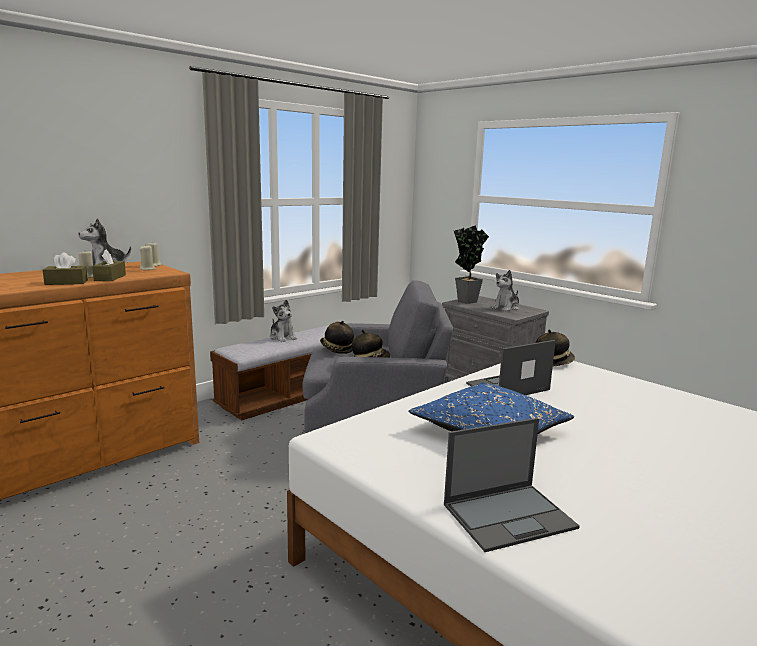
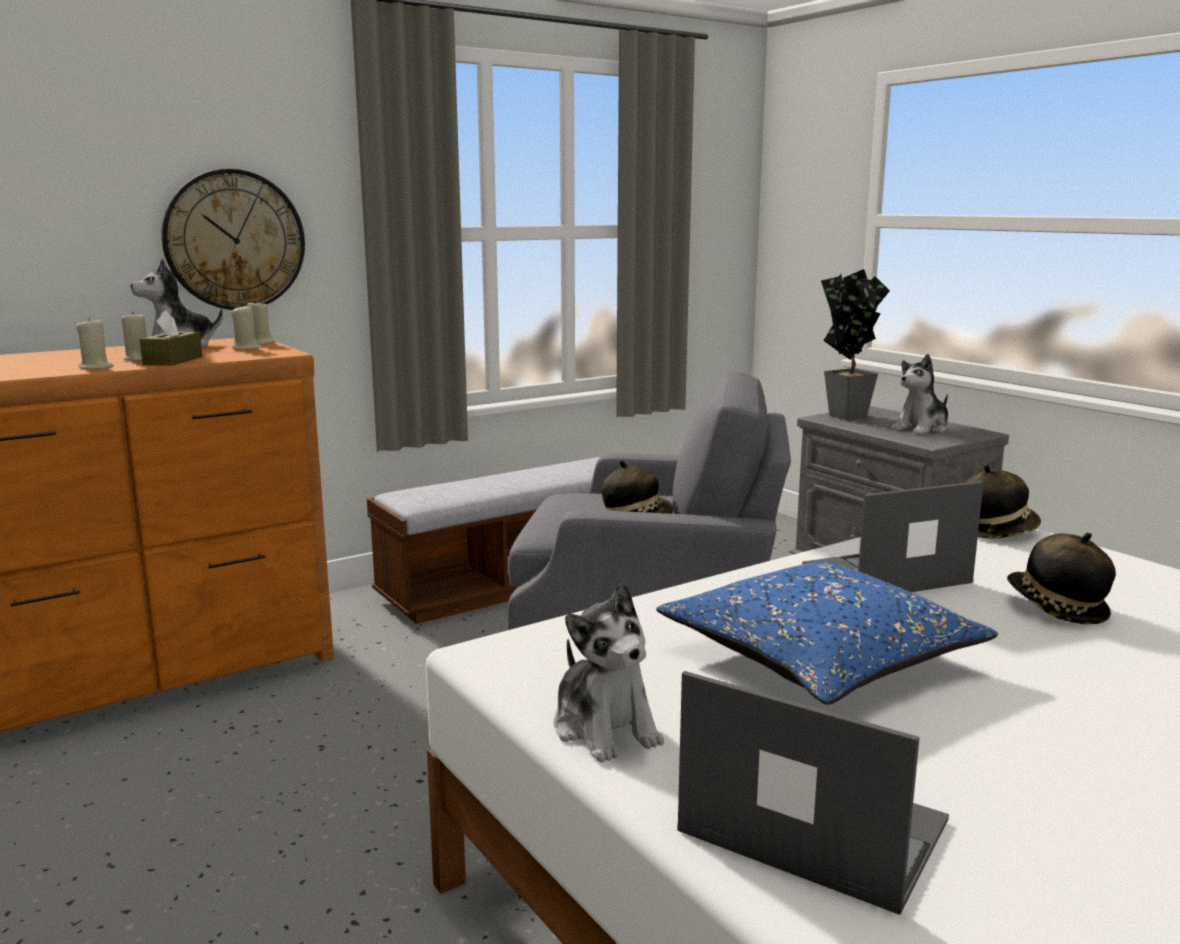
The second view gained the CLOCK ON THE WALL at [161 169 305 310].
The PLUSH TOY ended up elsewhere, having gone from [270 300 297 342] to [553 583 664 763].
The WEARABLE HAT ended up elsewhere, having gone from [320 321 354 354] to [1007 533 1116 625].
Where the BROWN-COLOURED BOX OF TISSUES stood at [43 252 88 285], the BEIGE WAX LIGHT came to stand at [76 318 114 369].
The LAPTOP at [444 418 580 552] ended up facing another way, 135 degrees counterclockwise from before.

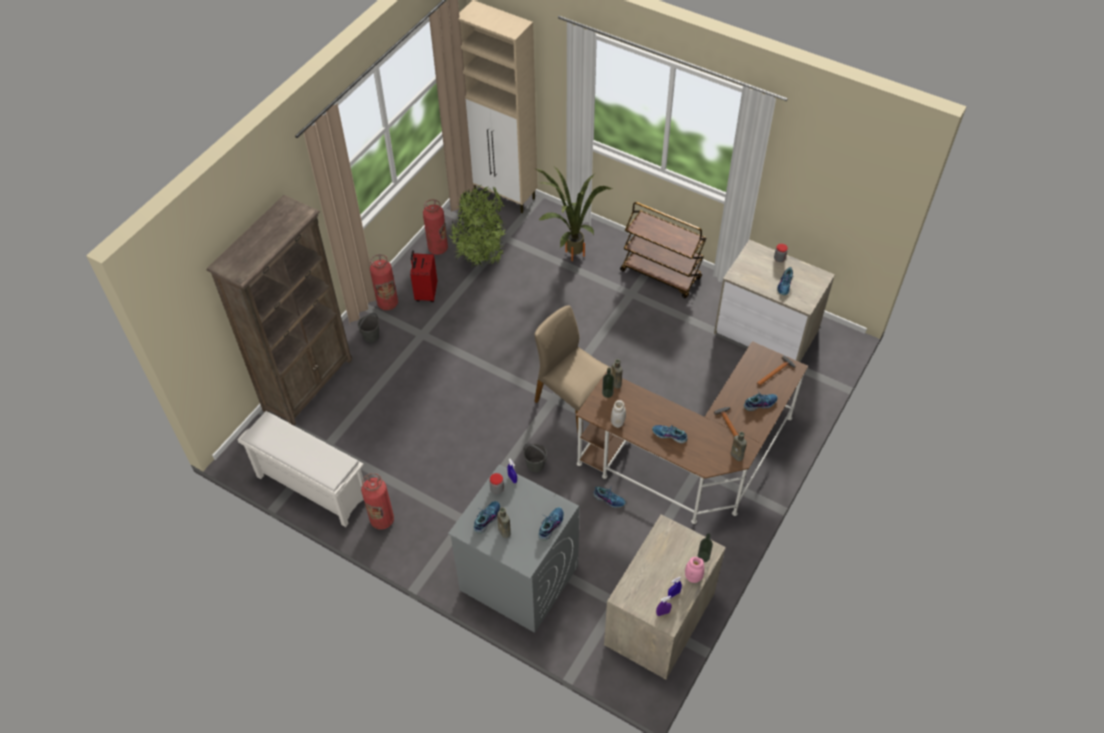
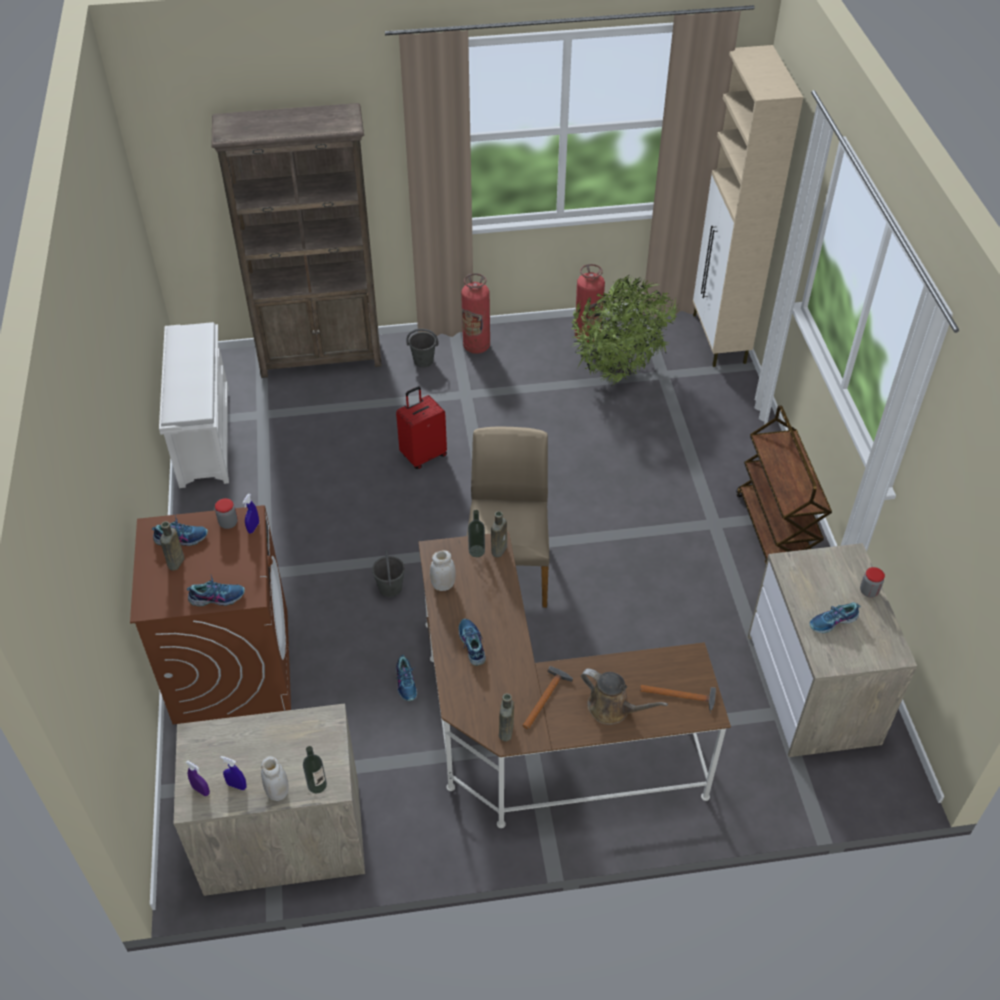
The second view lost the FIRE EXTINGUISHER at [361 473 394 530].
The second view lost the POTTED PLANT at [536 167 612 261].
The RED PIECE OF LUGGAGE ended up elsewhere, having gone from [410 250 437 302] to [396 386 447 469].
Where the SHOE stood at [744 389 778 411], the BROWN-COLOURED WATERING CAN came to stand at [581 669 668 725].
What was the GREYISH LAUNDRY MACHINE at [448 465 580 633] turned into the BROWN-COLOURED LAUNDRY MACHINE at [130 505 291 724].
What was the PINKISH STORAGE JAR at [685 557 704 583] turned into the WHITISH STORAGE JAR at [261 756 289 801].

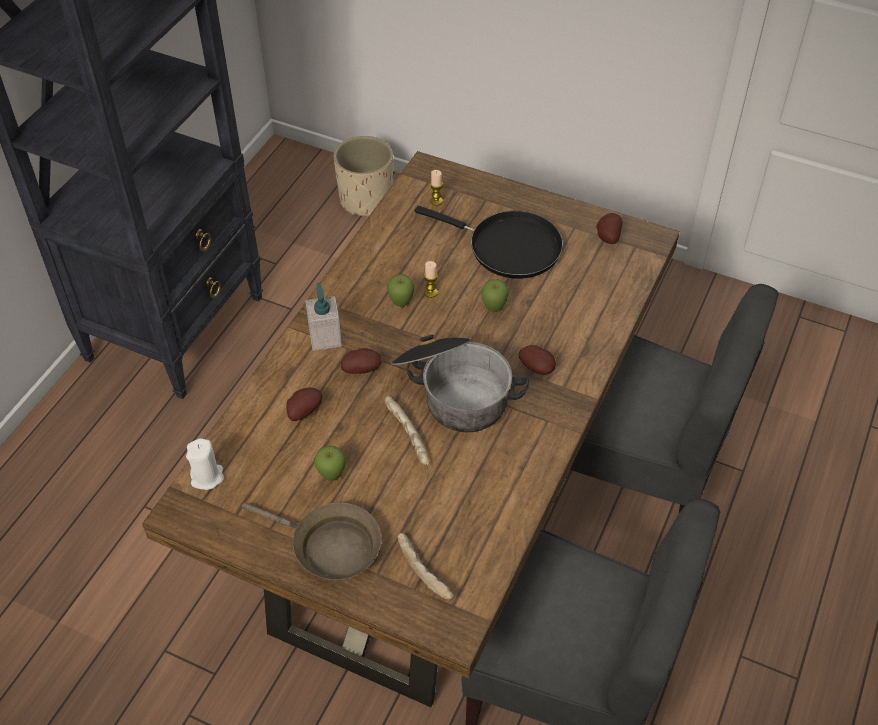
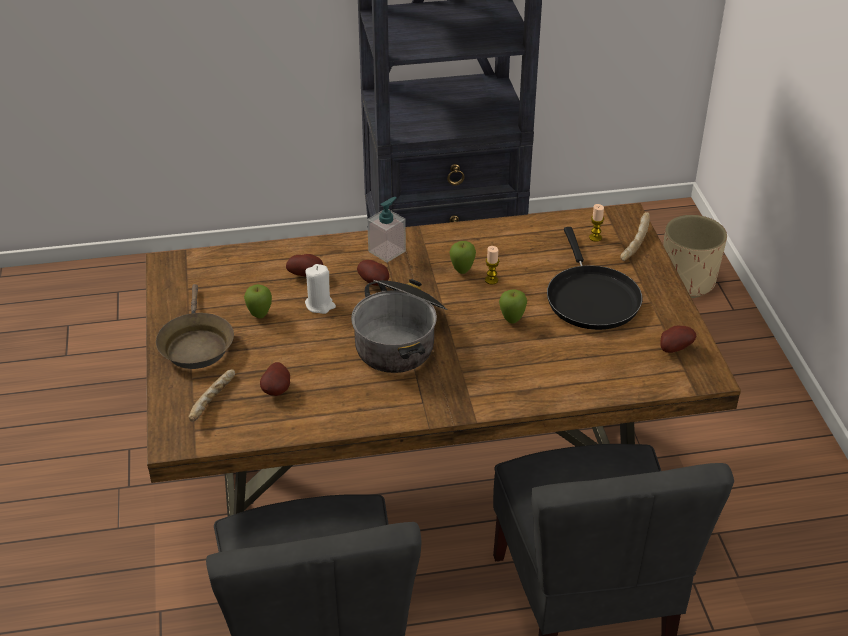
The WHITISH WAX LIGHT ended up elsewhere, having gone from [186 438 224 490] to [305 264 336 314].
The BAKERY BREAD ended up elsewhere, having gone from [384 396 429 465] to [620 212 650 261].
The WHOLE POTATO ended up elsewhere, having gone from [519 345 556 375] to [260 362 290 396].

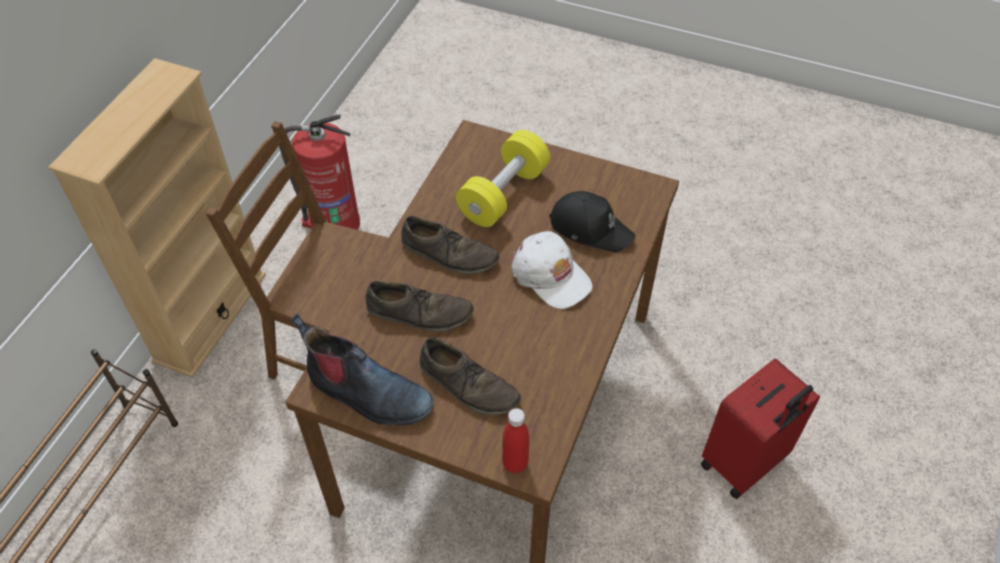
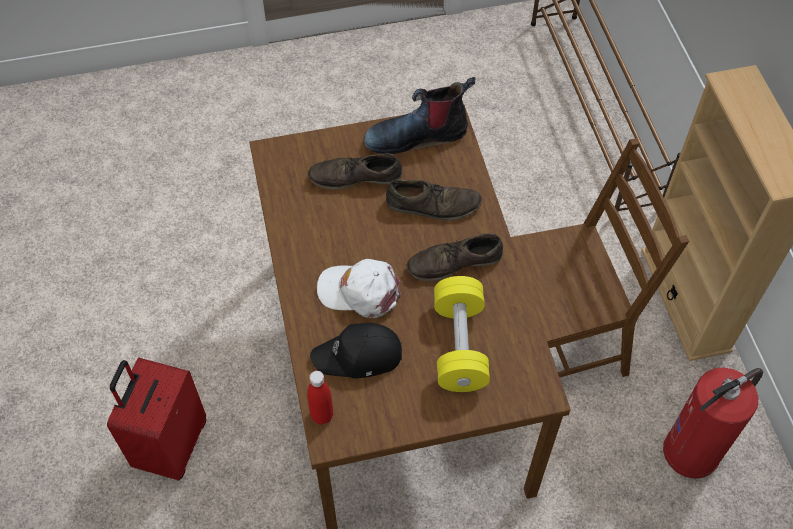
The RED BOTTLE ended up elsewhere, having gone from [502 408 529 474] to [307 371 333 425].
The BROWN-COLOURED SHOE at [366 281 474 332] ended up facing another way, 150 degrees counterclockwise from before.

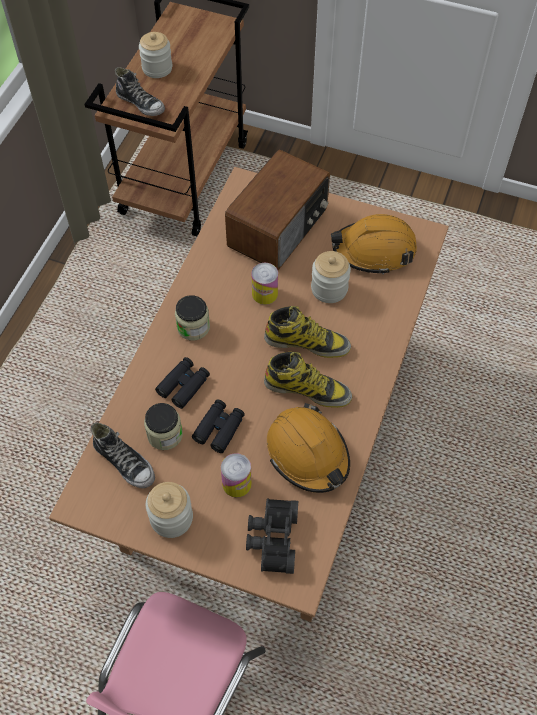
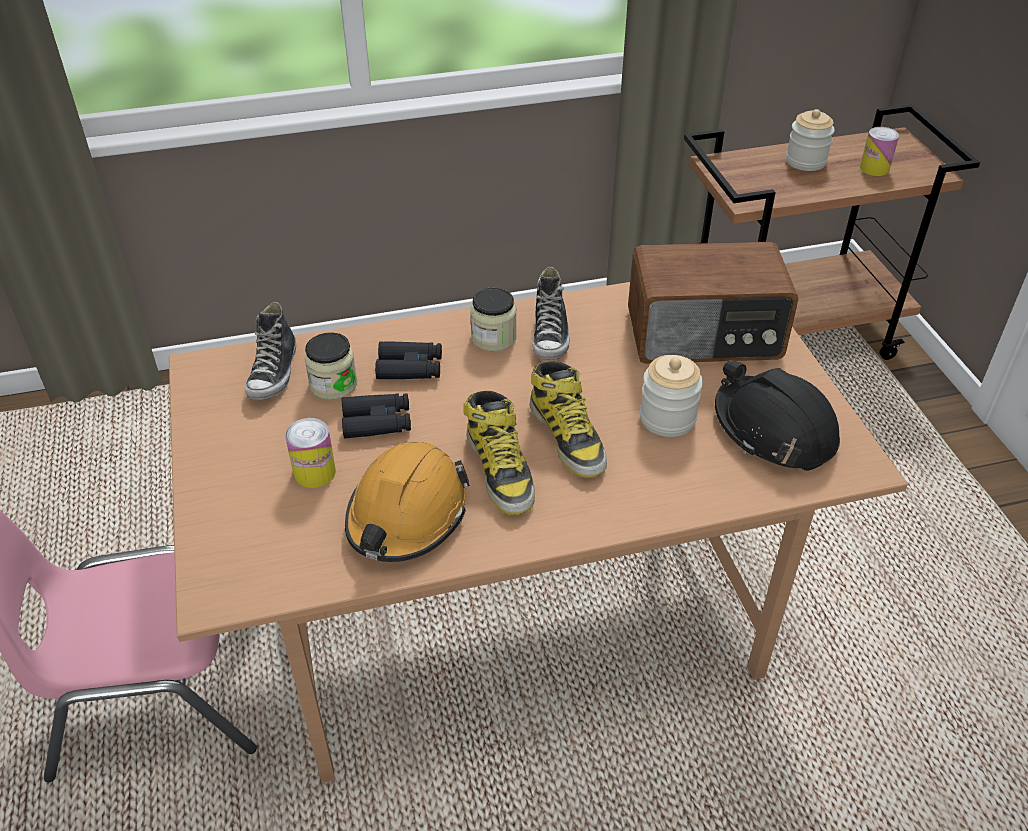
The second view lost the STORAGE JAR at [146 482 193 538].
The second view lost the BLACK PAIR OF BINOCULARS at [246 499 298 574].
The SHOE ended up elsewhere, having gone from [115 67 165 116] to [532 266 570 360].
The CAN ended up elsewhere, having gone from [252 263 278 305] to [860 127 899 176].
What was the ORANGE-COLOURED HARD HAT at [331 214 417 275] turned into the BLACK HARD HAT at [715 360 840 471].

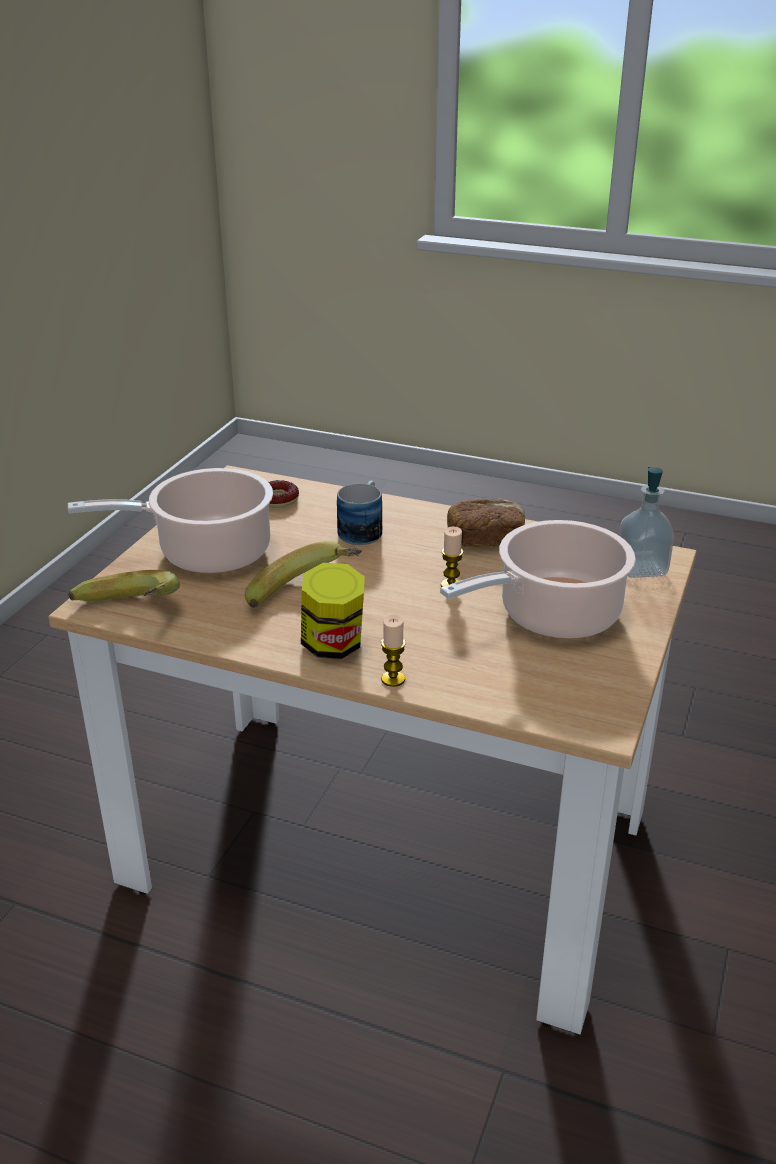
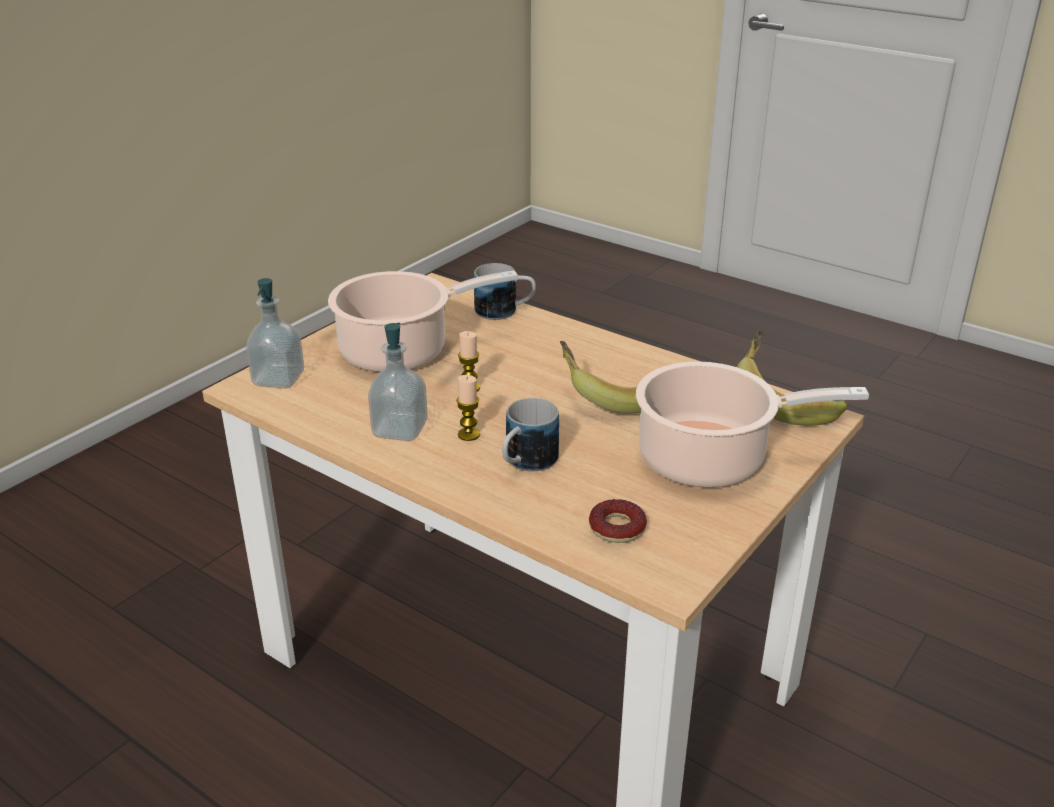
The second view lost the STORAGE JAR at [301 563 365 659].
The second view gained the MUG at [474 263 536 320].
The WAX LIGHT ended up elsewhere, having gone from [381 615 406 687] to [456 375 480 441].
Where the BAKERY BREAD stood at [447 498 525 547], the LIQUID SOAP BOTTLE came to stand at [368 323 428 441].

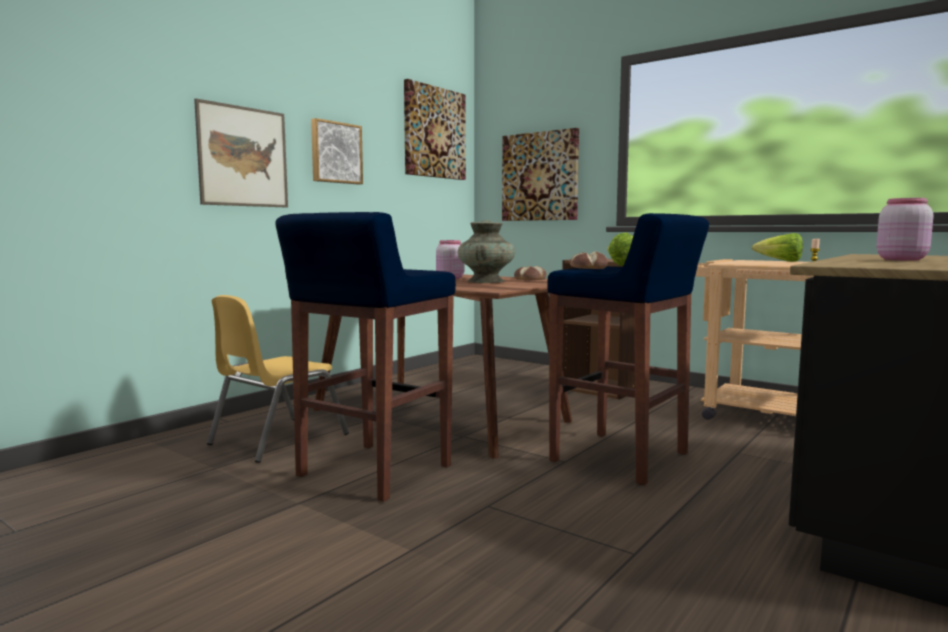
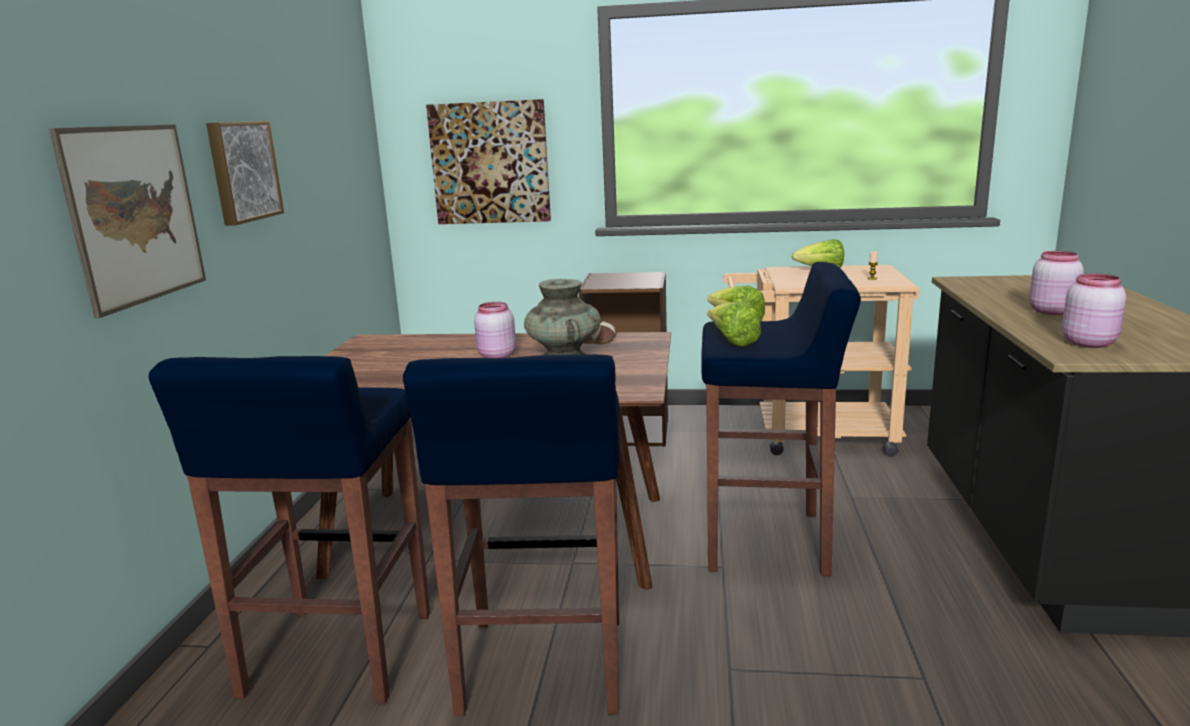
The second view lost the WALL PICTURE at [404 79 466 180].
The second view gained the PINKISH STORAGE JAR at [1062 273 1126 348].
Where the YELLOW PLAIN CHAIR stood at [207 295 349 463], the BLUE STOOL came to stand at [149 356 430 704].
Where the BAKERY BREAD stood at [569 251 608 269], the LETTUCE came to stand at [707 302 761 346].

